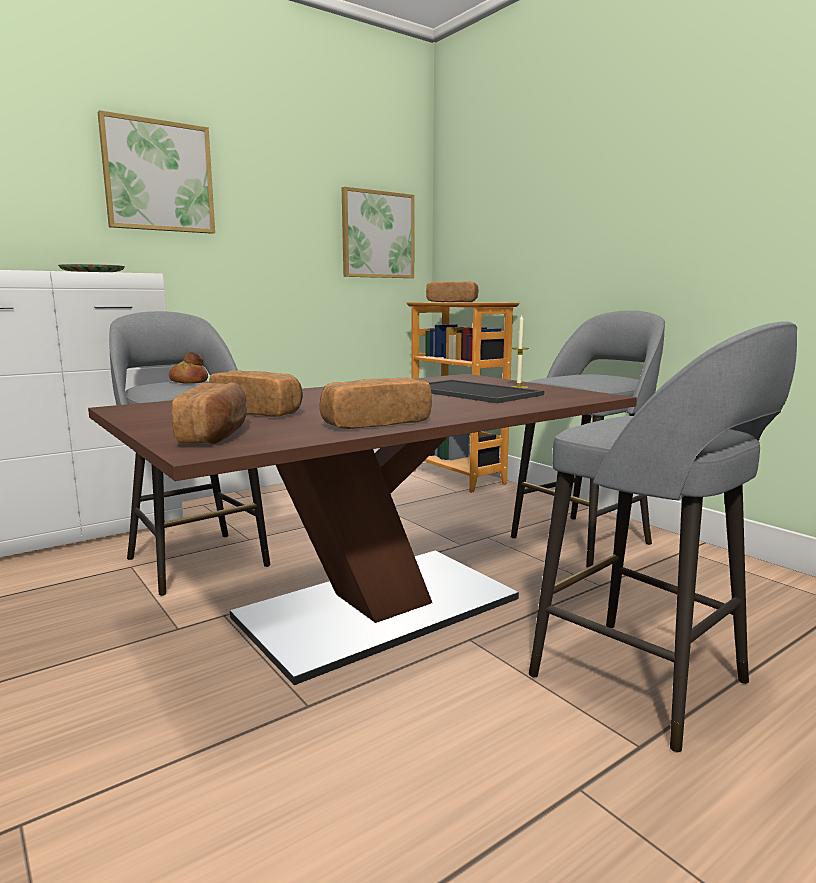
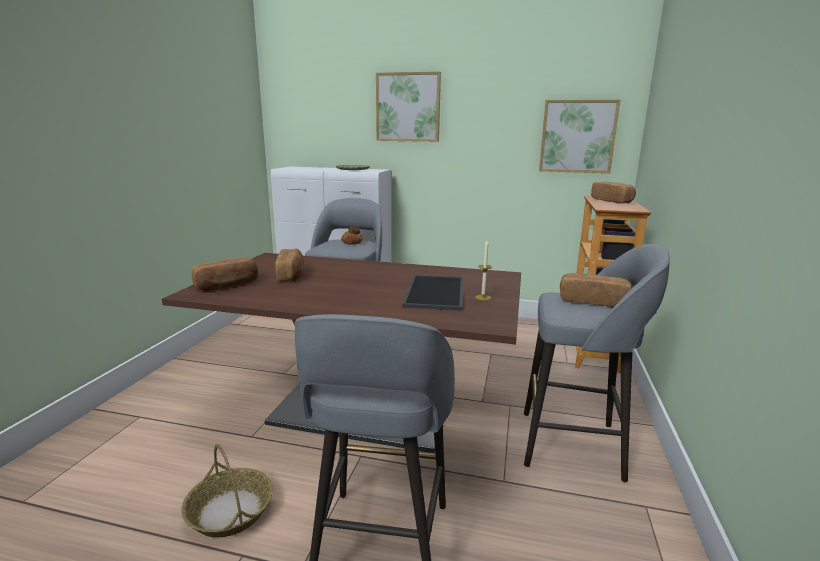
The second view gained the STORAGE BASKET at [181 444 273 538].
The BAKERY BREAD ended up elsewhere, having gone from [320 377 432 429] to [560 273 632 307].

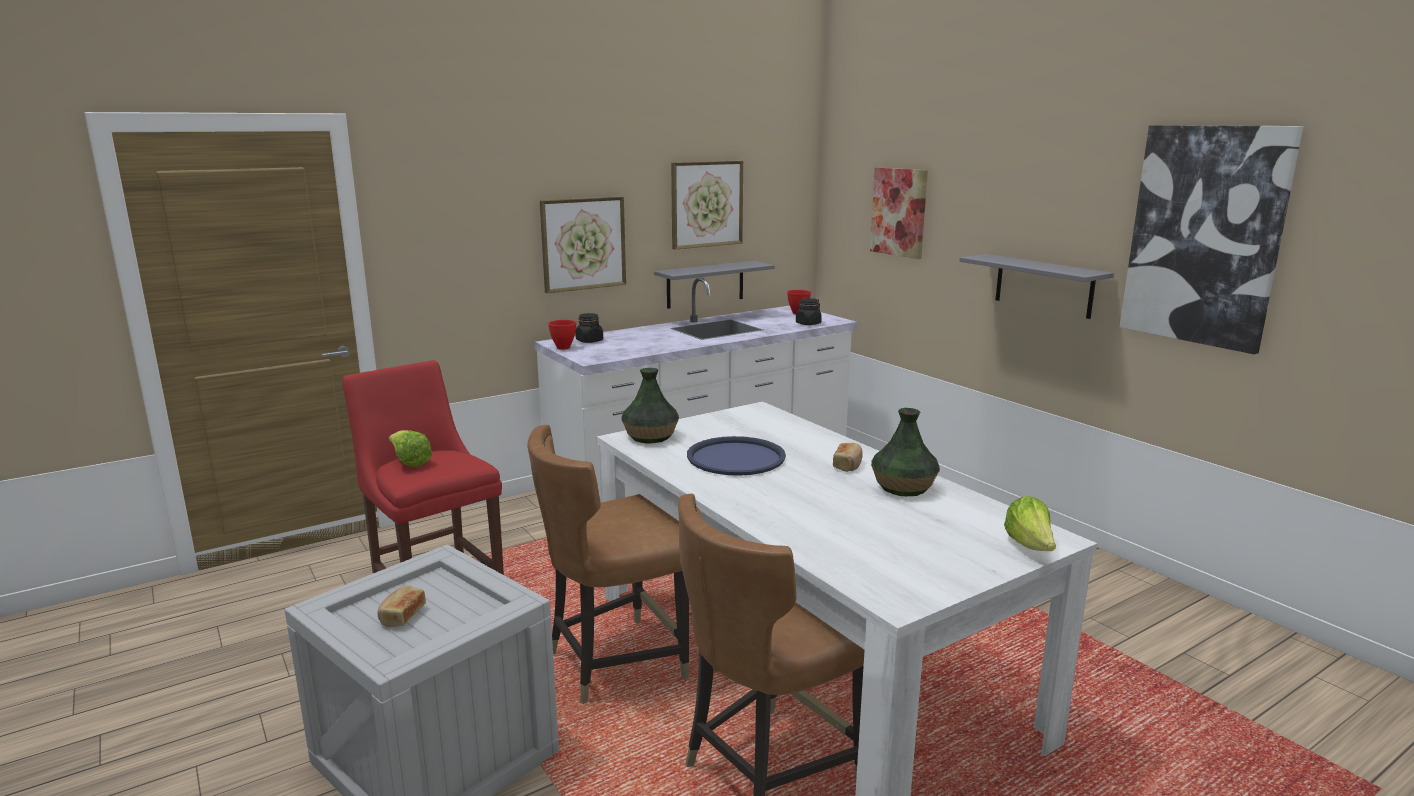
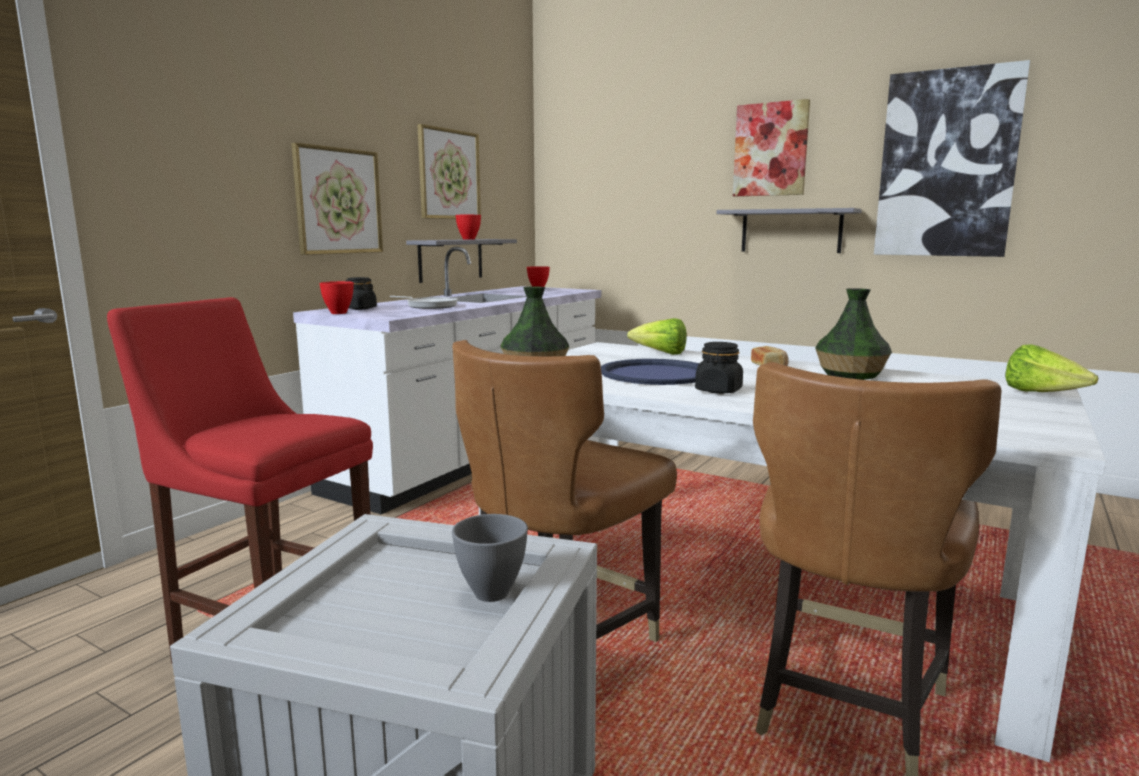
The second view lost the BAKERY BREAD at [377 585 426 627].
The second view gained the SKILLET at [390 296 458 309].
The second view gained the GREYISH DEEP DISH at [452 514 528 602].
The second view gained the RED DEEP DISH at [455 215 481 240].
The LETTUCE ended up elsewhere, having gone from [389 430 432 467] to [627 318 687 355].
The BLACK STORAGE JAR ended up elsewhere, having gone from [796 298 822 325] to [695 342 743 394].
The WALL PICTURE ended up elsewhere, having gone from [870 167 928 259] to [733 99 810 196].

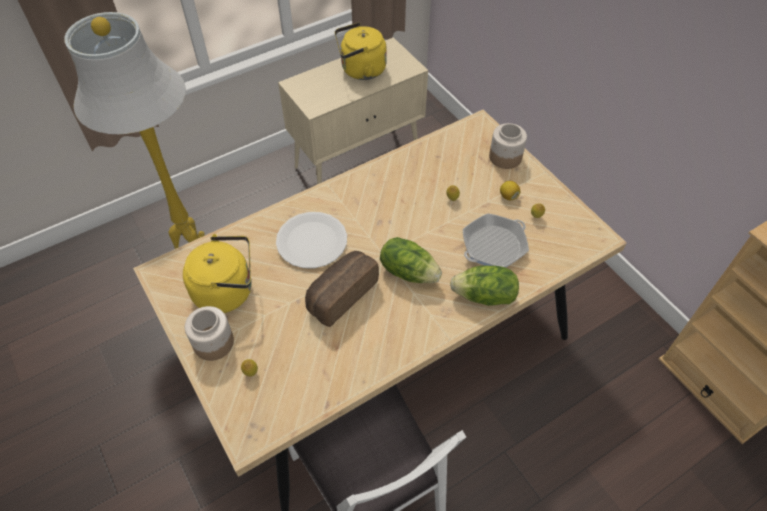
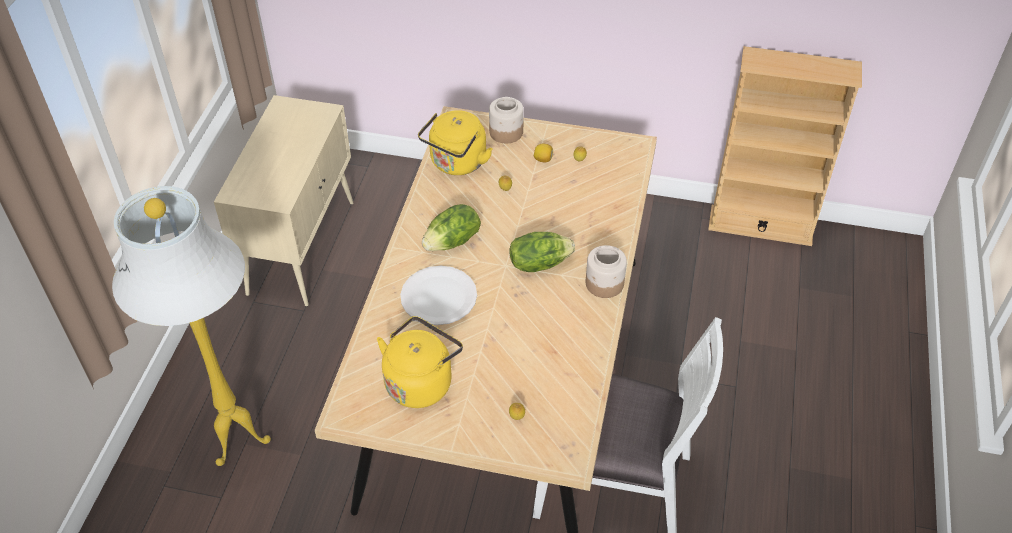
The second view lost the BAKERY BREAD at [305 251 379 327].
The second view lost the SKILLET at [463 213 529 268].
The STORAGE JAR ended up elsewhere, having gone from [185 306 234 361] to [586 245 627 298].
The YELLOW WATER KETTLE ended up elsewhere, having gone from [335 22 387 80] to [418 110 492 175].
The LETTUCE ended up elsewhere, having gone from [450 265 519 306] to [422 204 481 251].

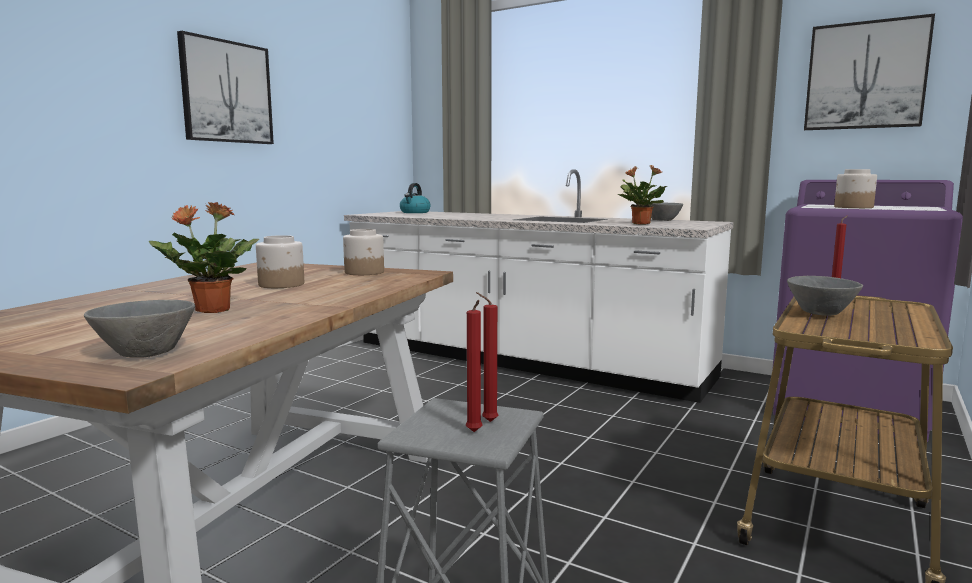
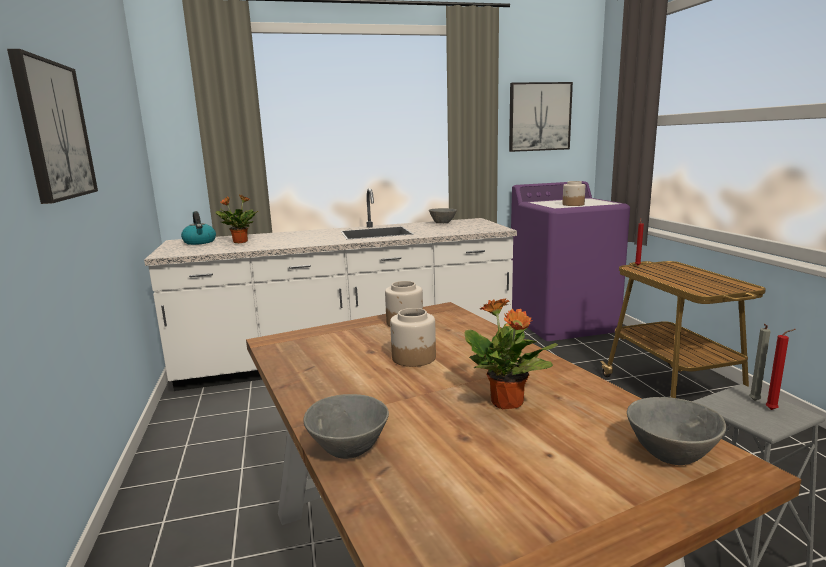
The POTTED PLANT ended up elsewhere, having gone from [618 165 667 225] to [216 195 258 243].
The GREYISH DEEP DISH ended up elsewhere, having gone from [787 276 863 316] to [303 394 389 459].
What was the RED WAX LIGHT at [476 292 499 422] turned into the GREYISH WAX LIGHT at [749 324 771 401].

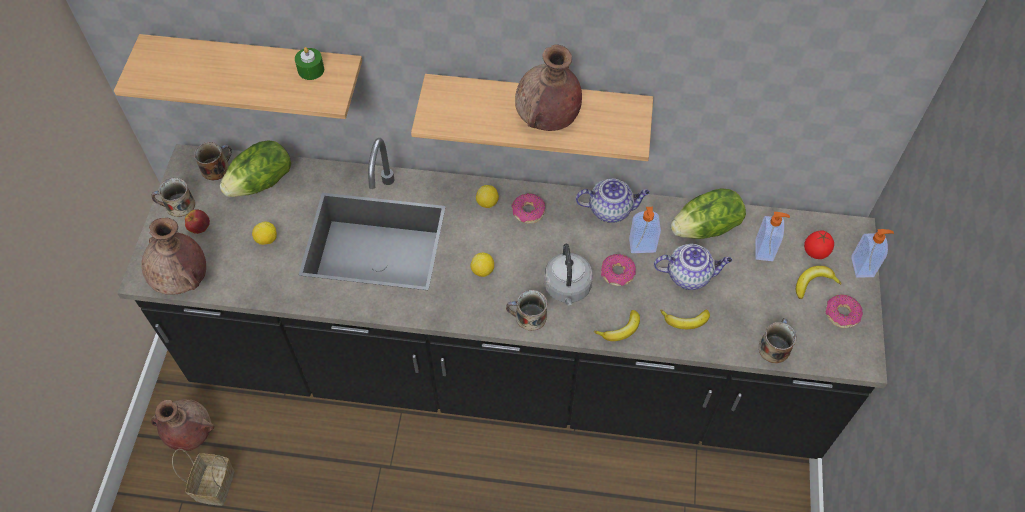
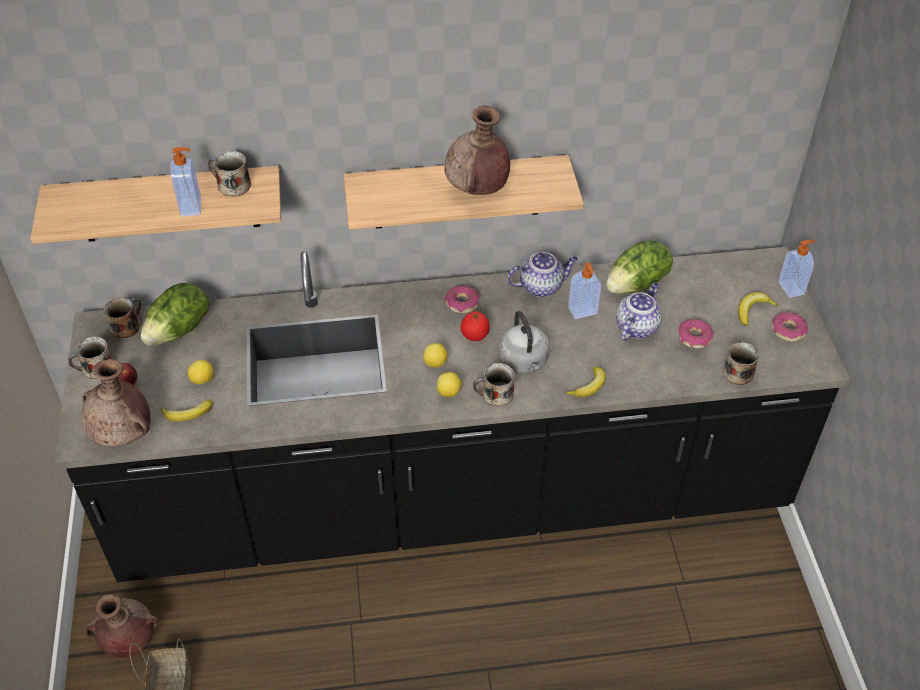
The CITRUS FRUIT ended up elsewhere, having gone from [476 185 499 208] to [437 372 462 397].
The RING DOUGHNUT ended up elsewhere, having gone from [601 254 636 286] to [678 319 714 348].
The BANANA FRUIT ended up elsewhere, having gone from [660 309 710 329] to [161 399 212 421].
The LIQUID SOAP BOTTLE ended up elsewhere, having gone from [755 212 790 261] to [170 147 201 217].
The TOMATO ended up elsewhere, having gone from [804 230 834 259] to [461 311 490 341].
Where the GREEN-COLOURED WAX LIGHT stood at [295 47 324 80], the MUG came to stand at [208 151 251 197].
The TEA POT at [654 244 732 290] ended up facing another way, 45 degrees counterclockwise from before.

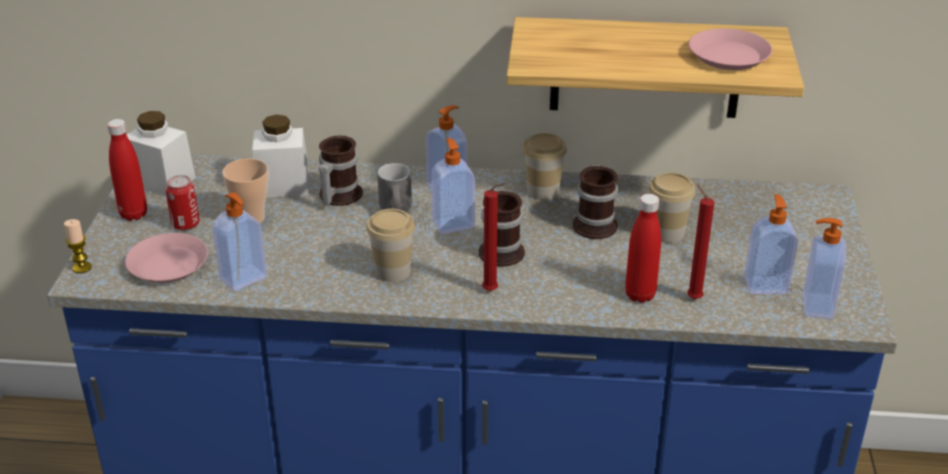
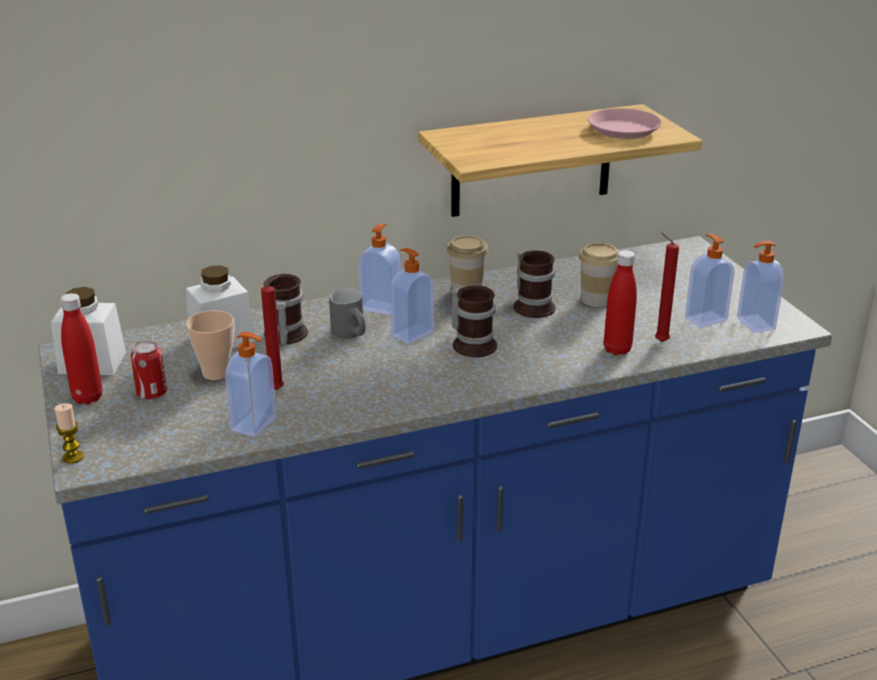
The second view lost the PINKISH DINNER PLATE at [125 233 208 283].
The second view lost the SMALL CUP at [367 209 415 282].
The RED WAX LIGHT ended up elsewhere, having gone from [482 183 506 291] to [261 275 284 390].

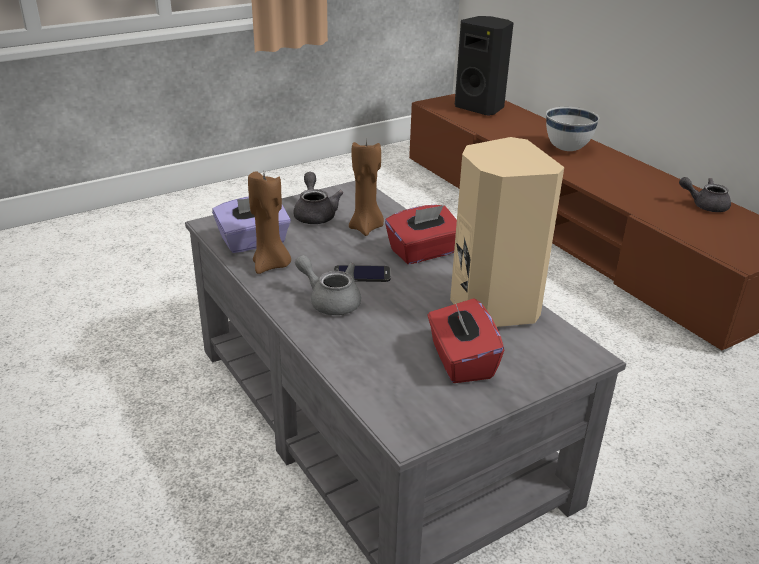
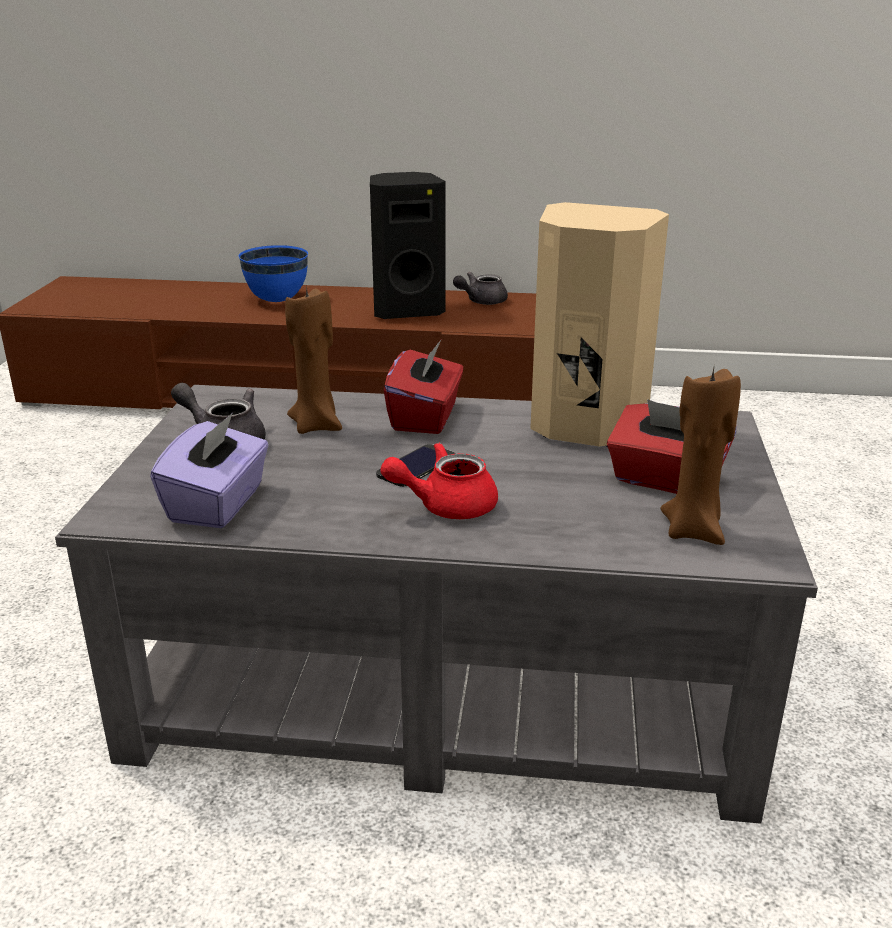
The BROWN-COLOURED WAX LIGHT ended up elsewhere, having gone from [248 171 291 274] to [661 368 741 545].
The BLACK SPEAKER ended up elsewhere, having gone from [455 16 513 116] to [370 172 445 319].
What was the GREYISH TEA POT at [295 255 361 315] turned into the RED TEA POT at [380 442 498 519].
What was the WHITISH DEEP DISH at [546 107 599 151] turned into the BLUE DEEP DISH at [239 245 308 302].

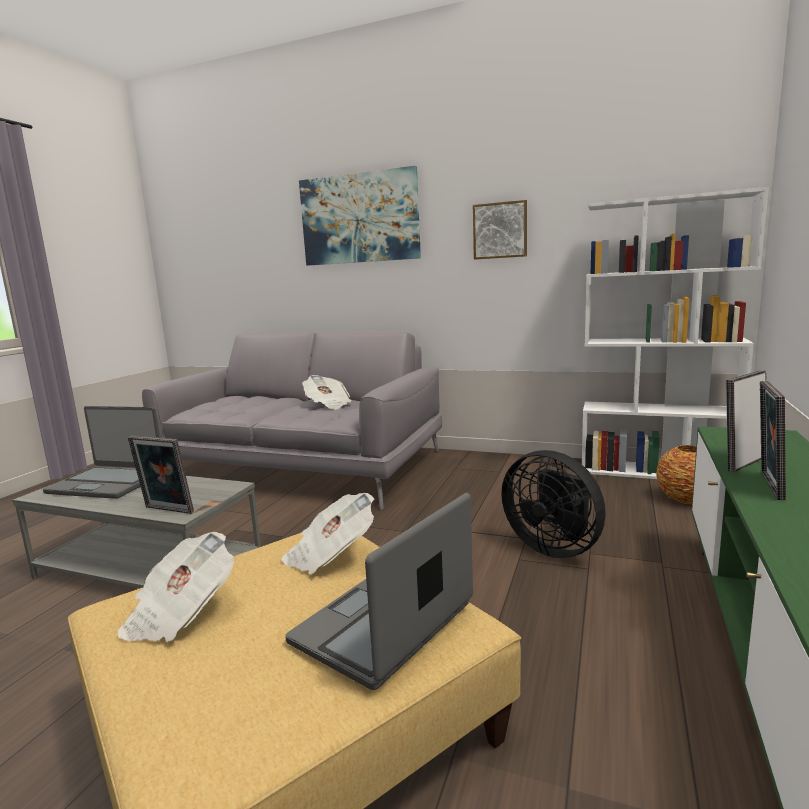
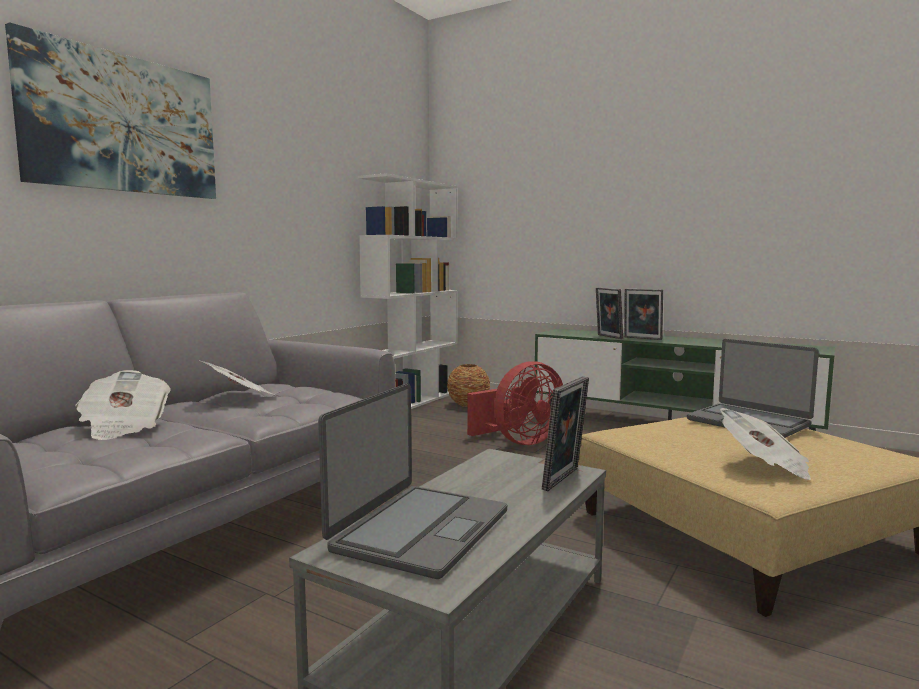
The second view lost the WALL PICTURE at [473 200 527 259].
The NEWSPAPER ended up elsewhere, having gone from [281 493 374 574] to [75 370 170 440].
What was the BLACK COOLING FAN at [501 450 606 558] turned into the RED COOLING FAN at [467 361 563 445].

